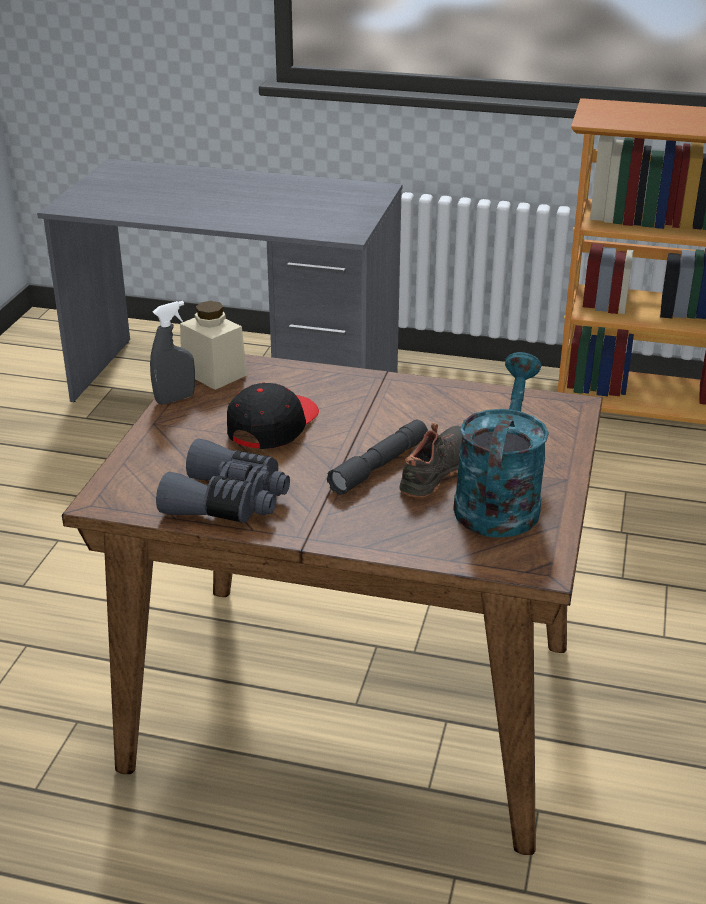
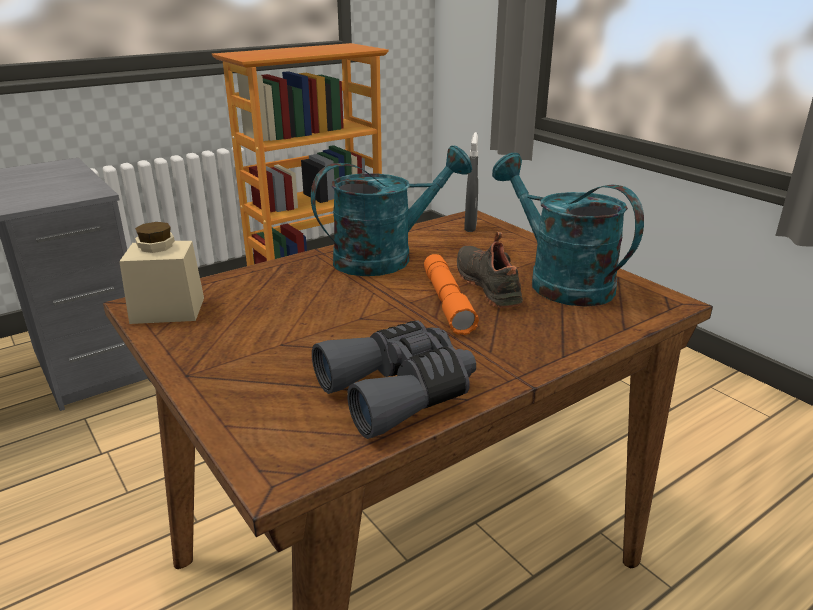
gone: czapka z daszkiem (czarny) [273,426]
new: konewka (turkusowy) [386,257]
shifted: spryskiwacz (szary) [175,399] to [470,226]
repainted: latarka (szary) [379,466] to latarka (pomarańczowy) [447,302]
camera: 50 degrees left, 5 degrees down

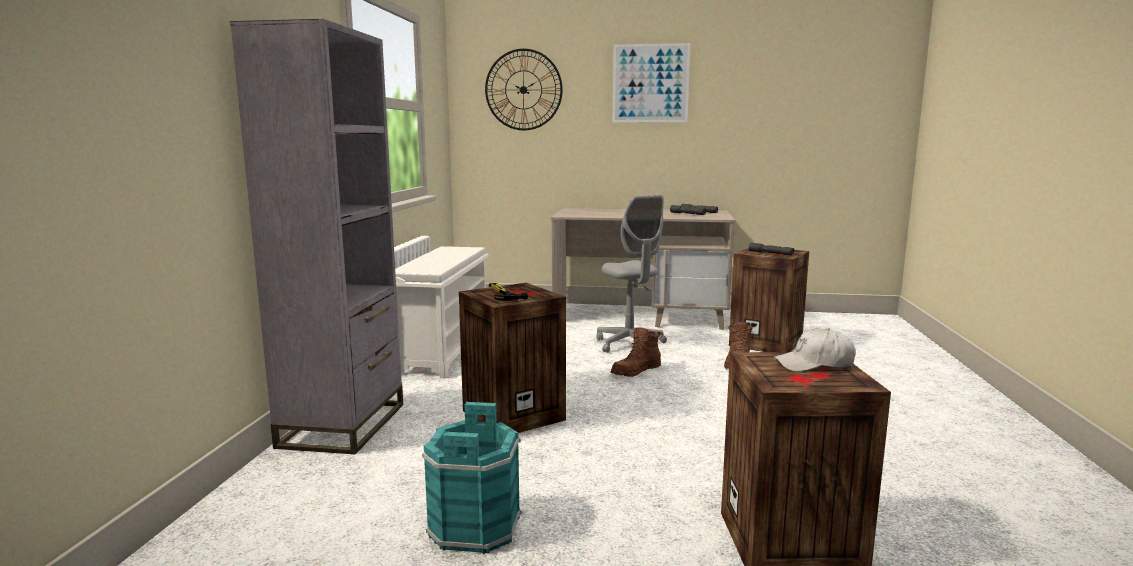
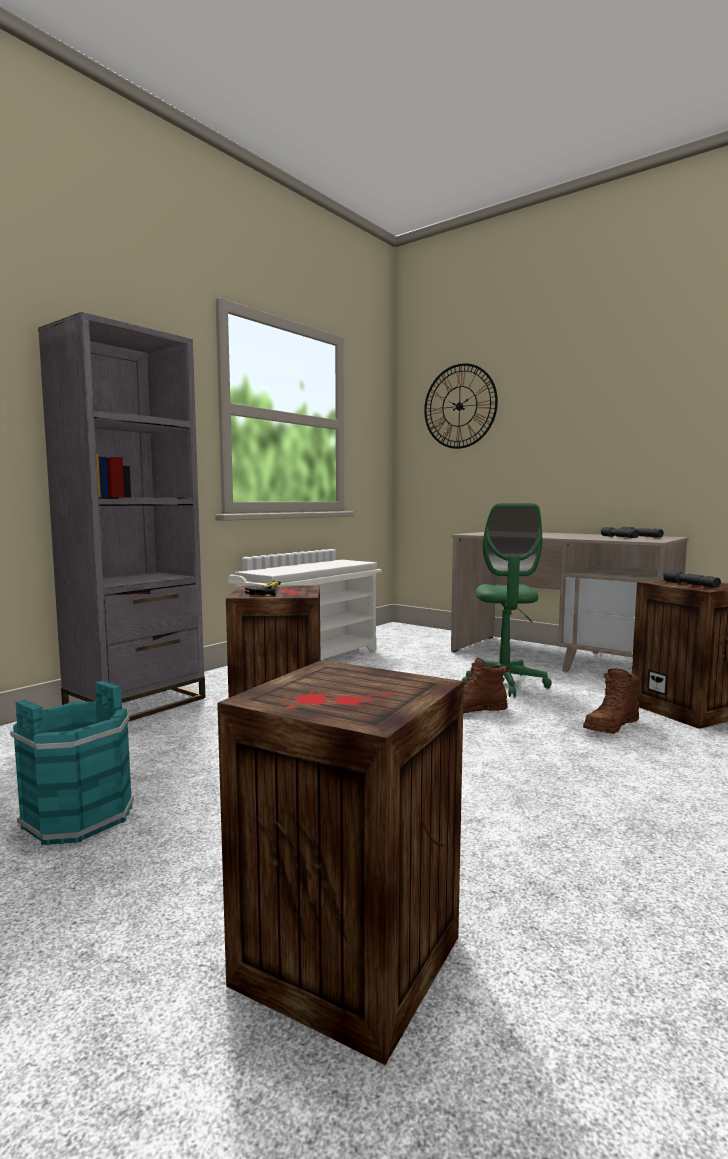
gone: obraz [650,83]; czapka z daszkiem (biały) [814,364]
repainted: krzesło biurowe (szary) [630,344] to krzesło biurowe (zielony) [504,683]
camera: 30 degrees right, 5 degrees down

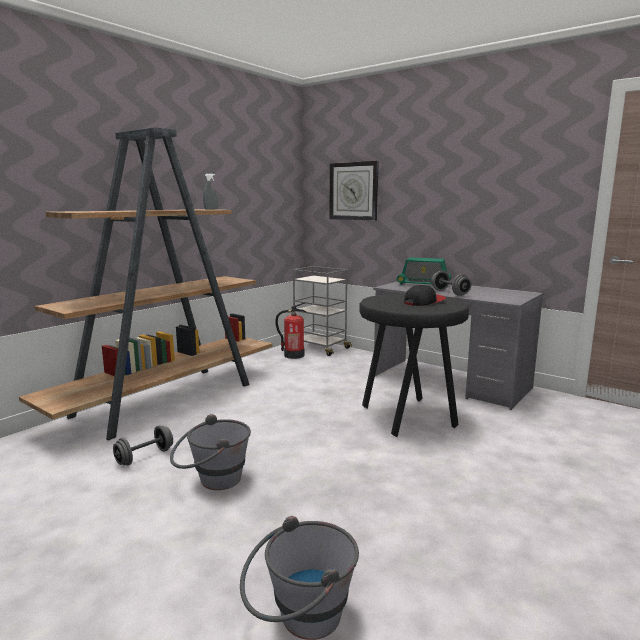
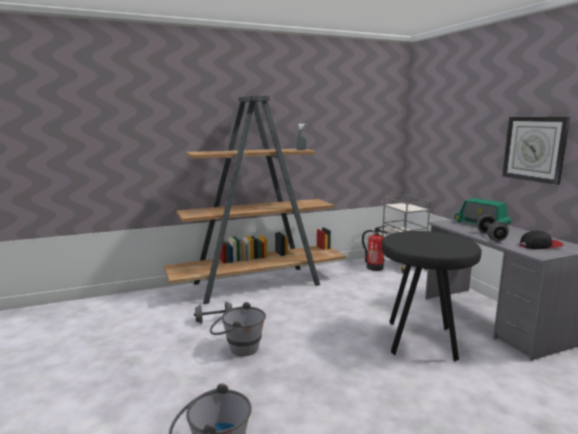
shifted: zegar ścienny [353,191] to [534,148]; czapka z daszkiem [424,302] to [540,246]
camera: 30 degrees right, 0 degrees up

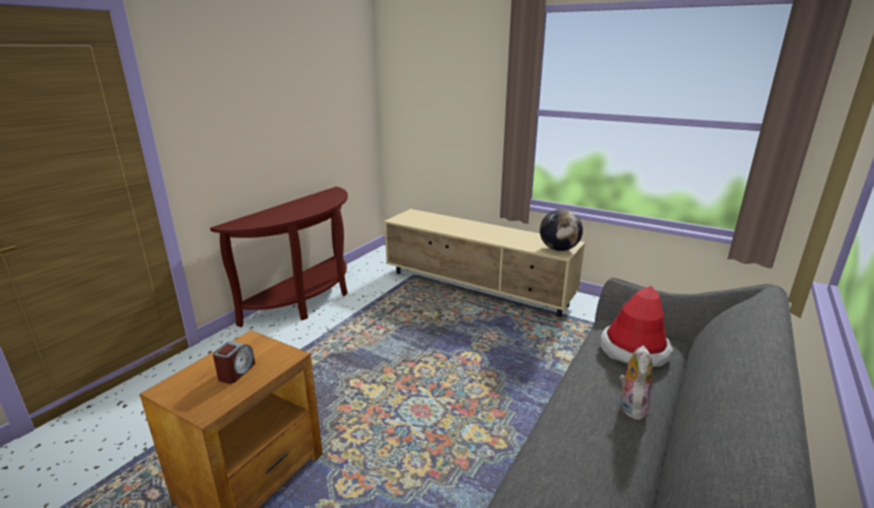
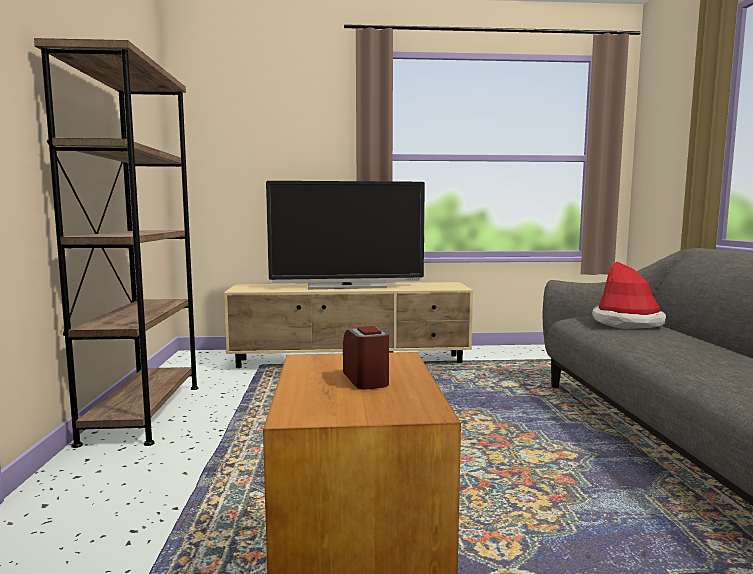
gone: globus [559,249]; pluszak [630,406]
new: telewizor [347,287]
swapped: stolik konsolowy (brązowy) [307,300] to regał (brązowy) [144,413]
camera: 35 degrees left, 15 degrees down

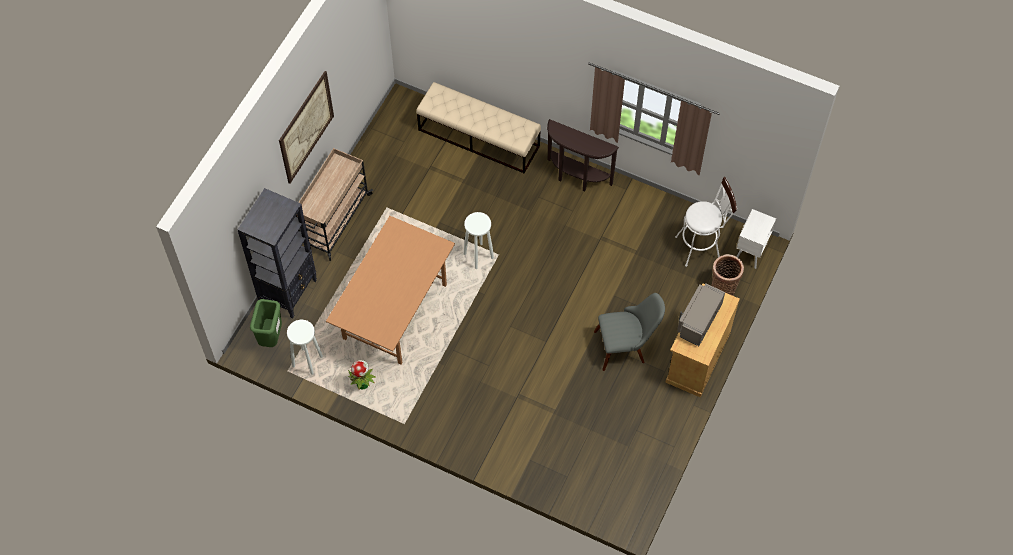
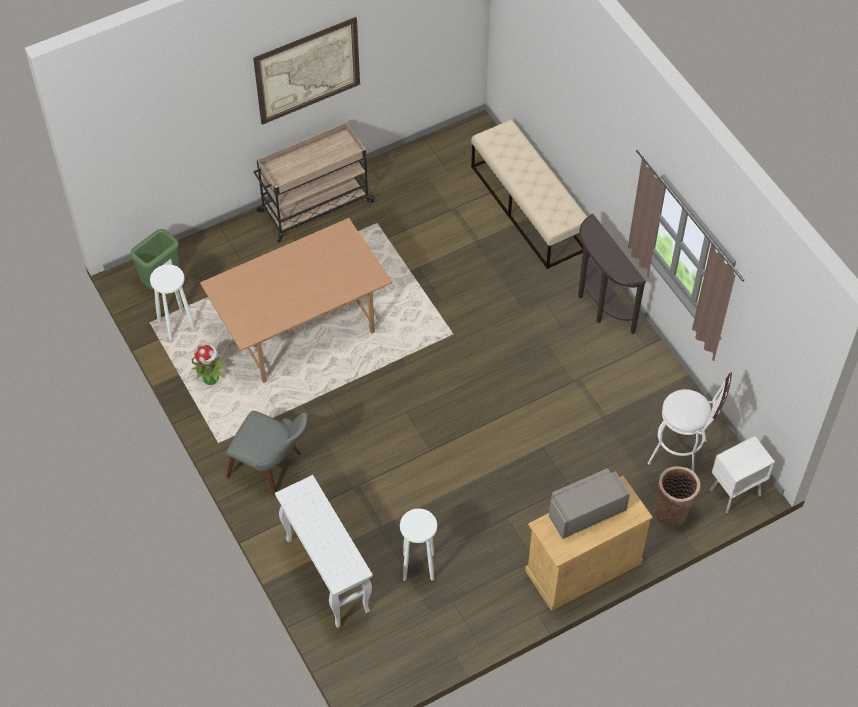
gone: regał (czarny) [289,291]
new: stolik konsolowy (biały) [326,574]
shifted: stołek (biały) [478,255] to [418,566]; krzesło (szary) [626,346] to [273,467]
camera: 35 degrees right, 5 degrees down

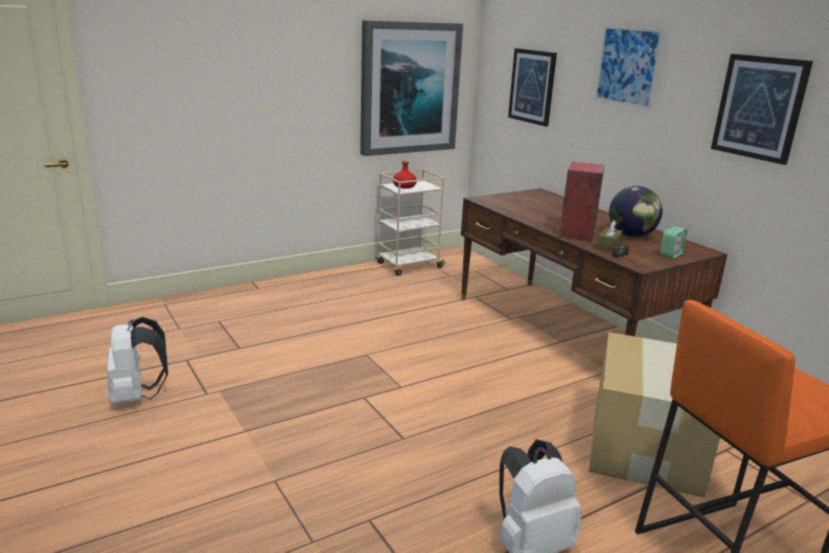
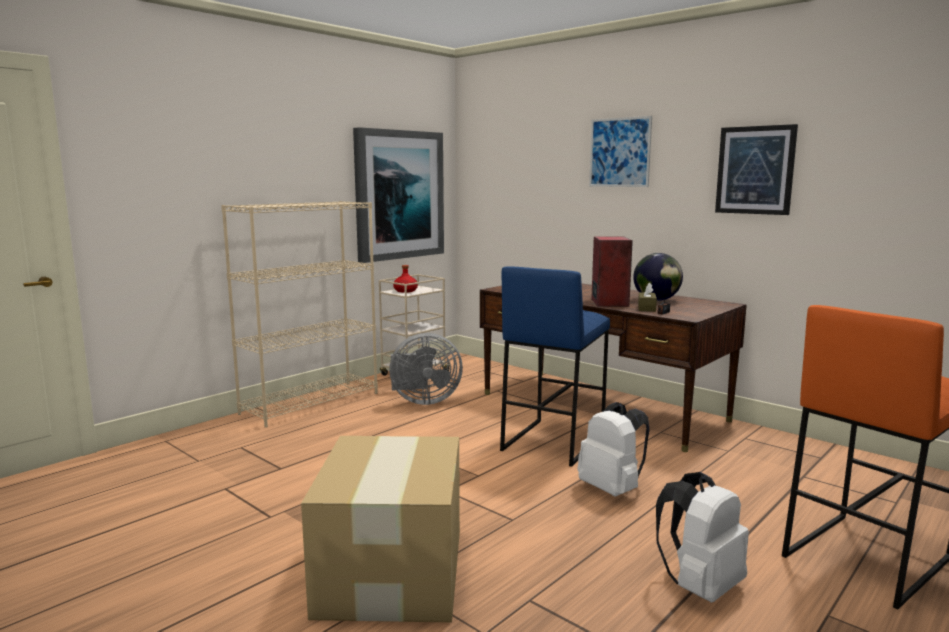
gone: obraz [532,86]; budzik [671,255]
new: regał (beżowy) [311,403]; wentylator (szary) [423,400]; stołek (niebieski) [552,441]
shifted: plecak (biały) [136,396] to [612,489]; karton [646,446] to [393,570]
camera: 15 degrees left, 10 degrees down

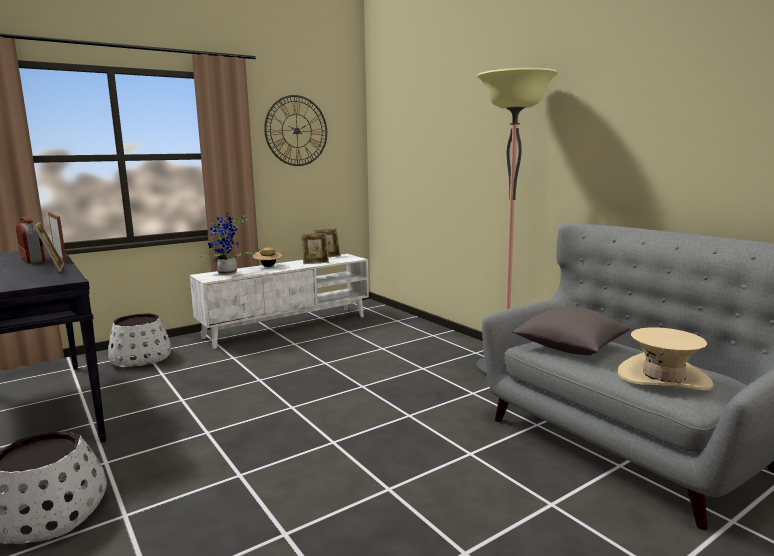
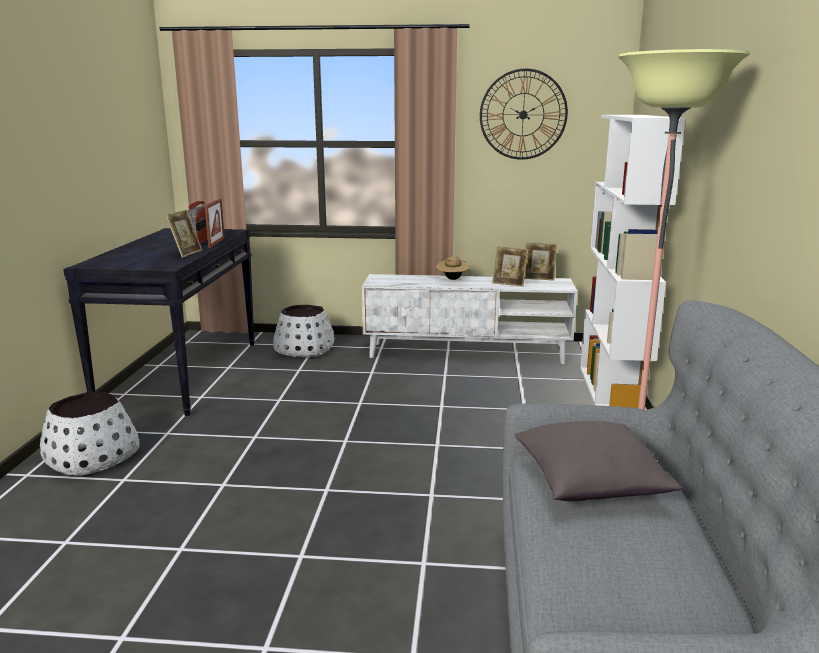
gone: roślina doniczkowa [227,274]; kapelusz (beżowy) [663,378]
new: regał (biały) [612,396]
camera: 40 degrees right, 5 degrees up

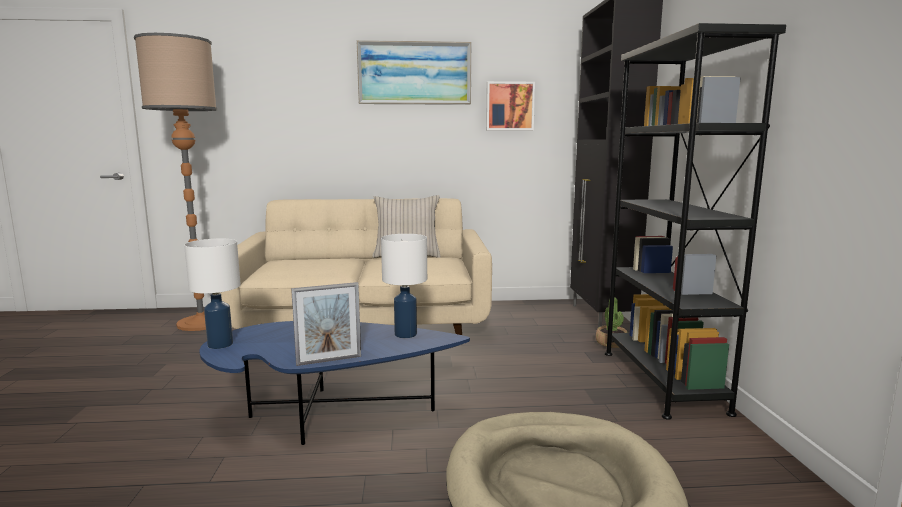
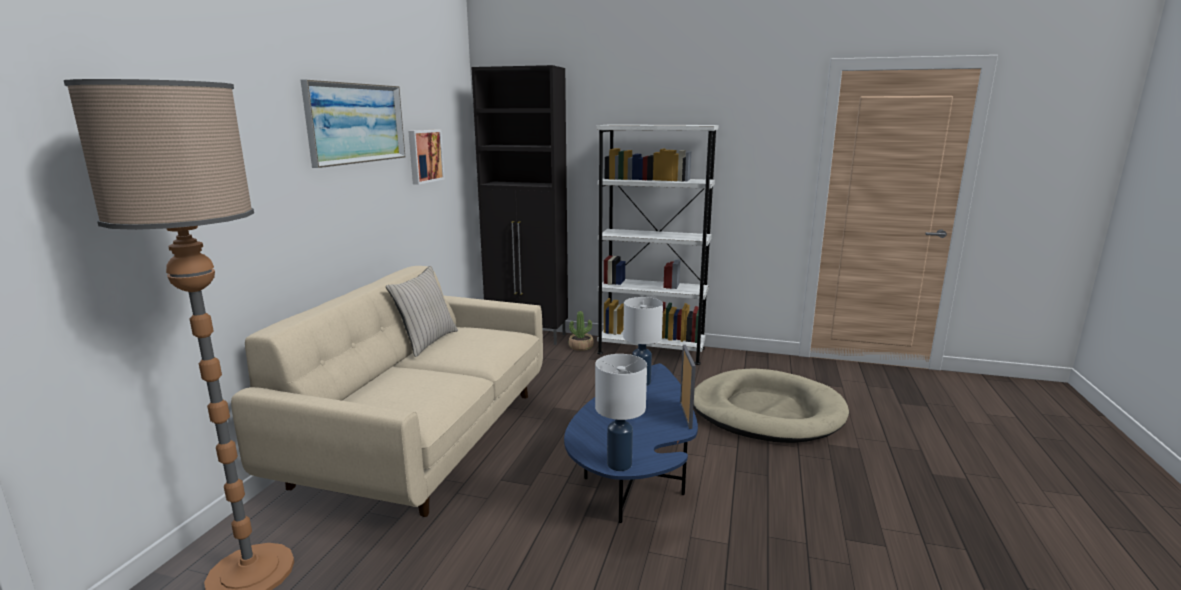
repainted: regał (czarny) [662,380] to regał (biały) [651,351]
camera: 70 degrees left, 5 degrees up

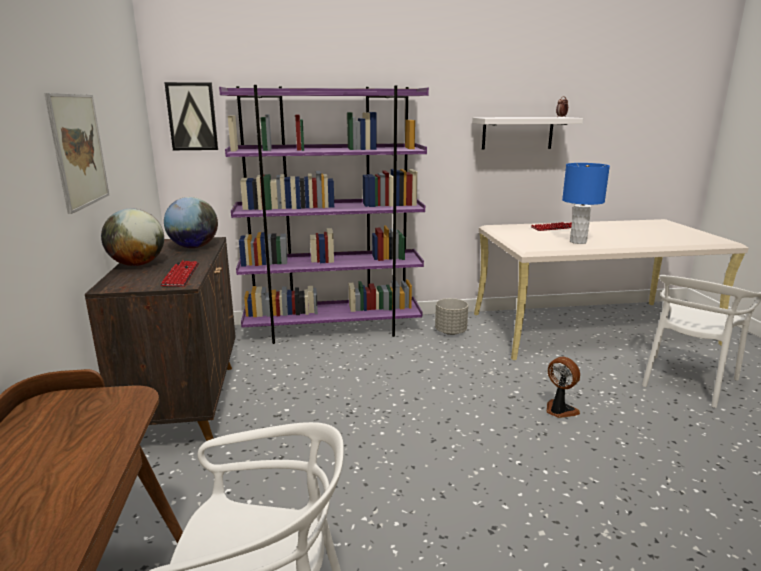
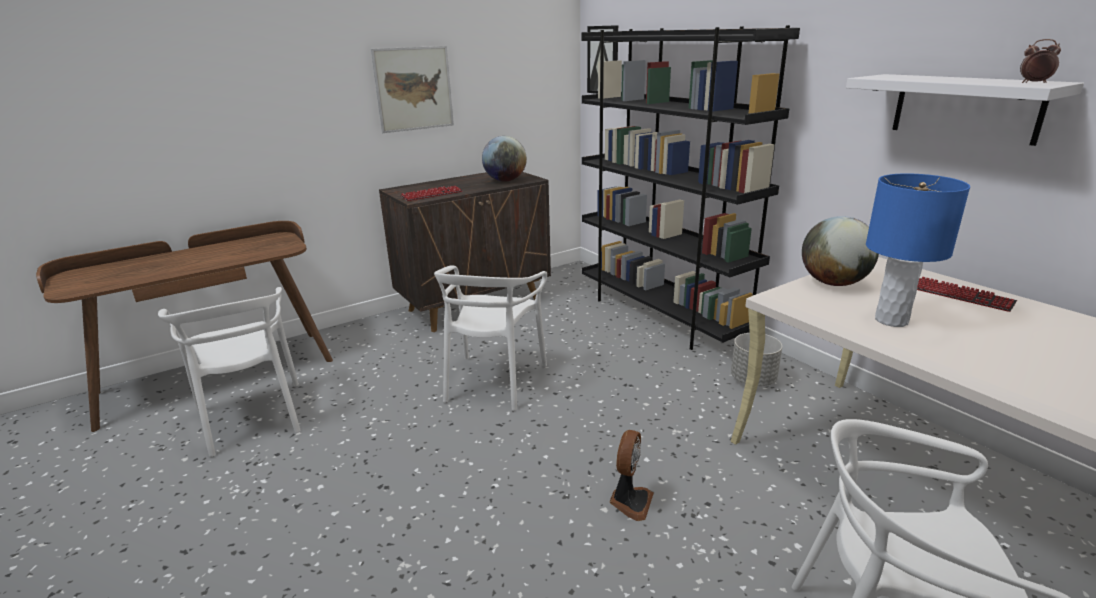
new: krzesło (biały) [493,381]
shifted: globus [137,264] to [833,283]
repainted: regał (fioletowy) [333,330] to regał (czarny) [661,316]
camera: 65 degrees right, 5 degrees up

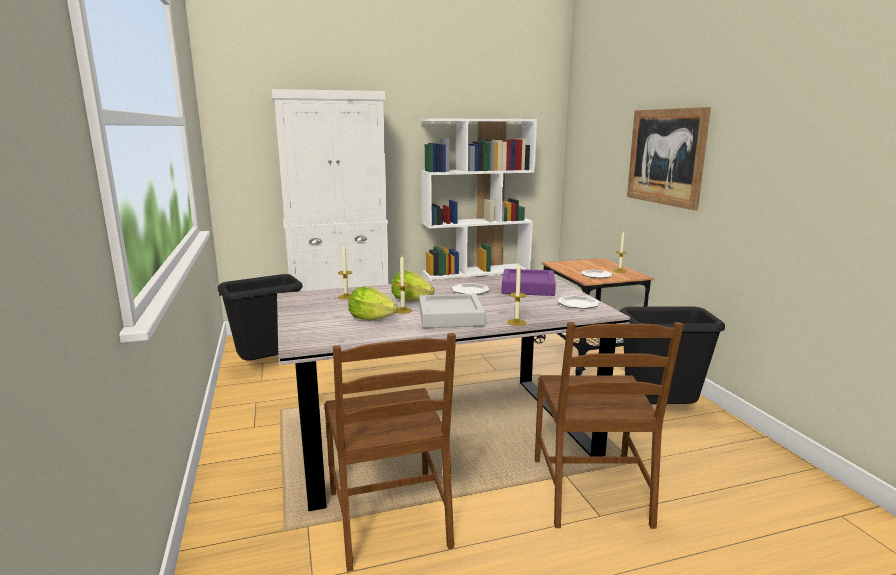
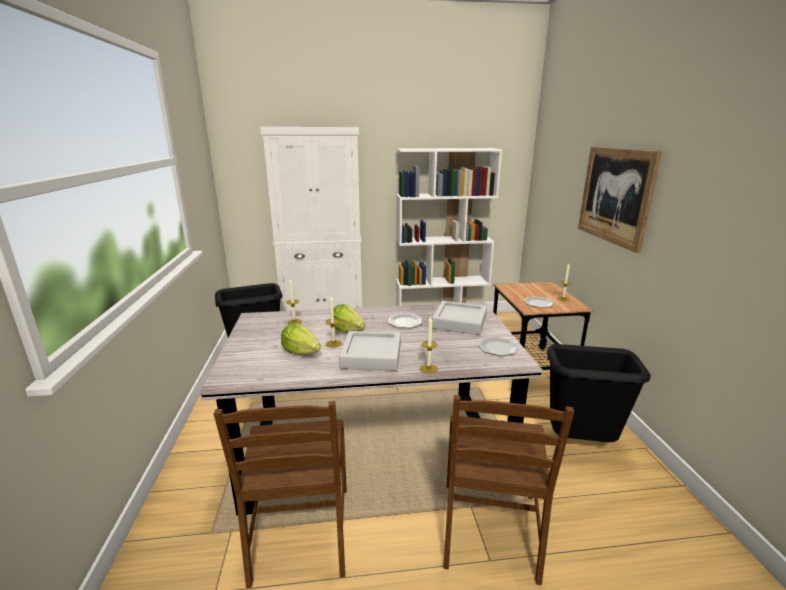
repainted: taca (fioletowy) [528,287] to taca (szary) [459,322]
camera: 10 degrees right, 5 degrees up

